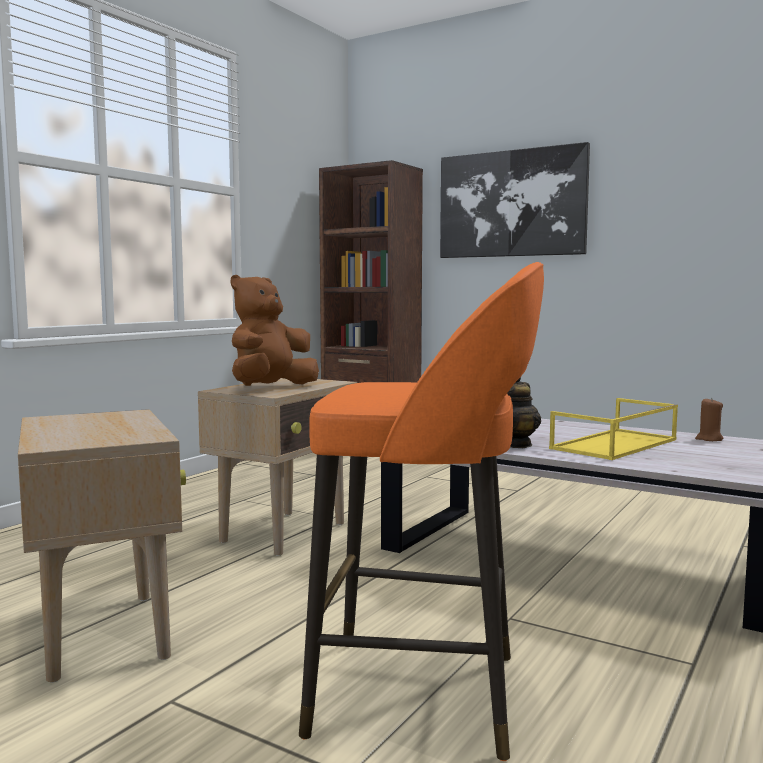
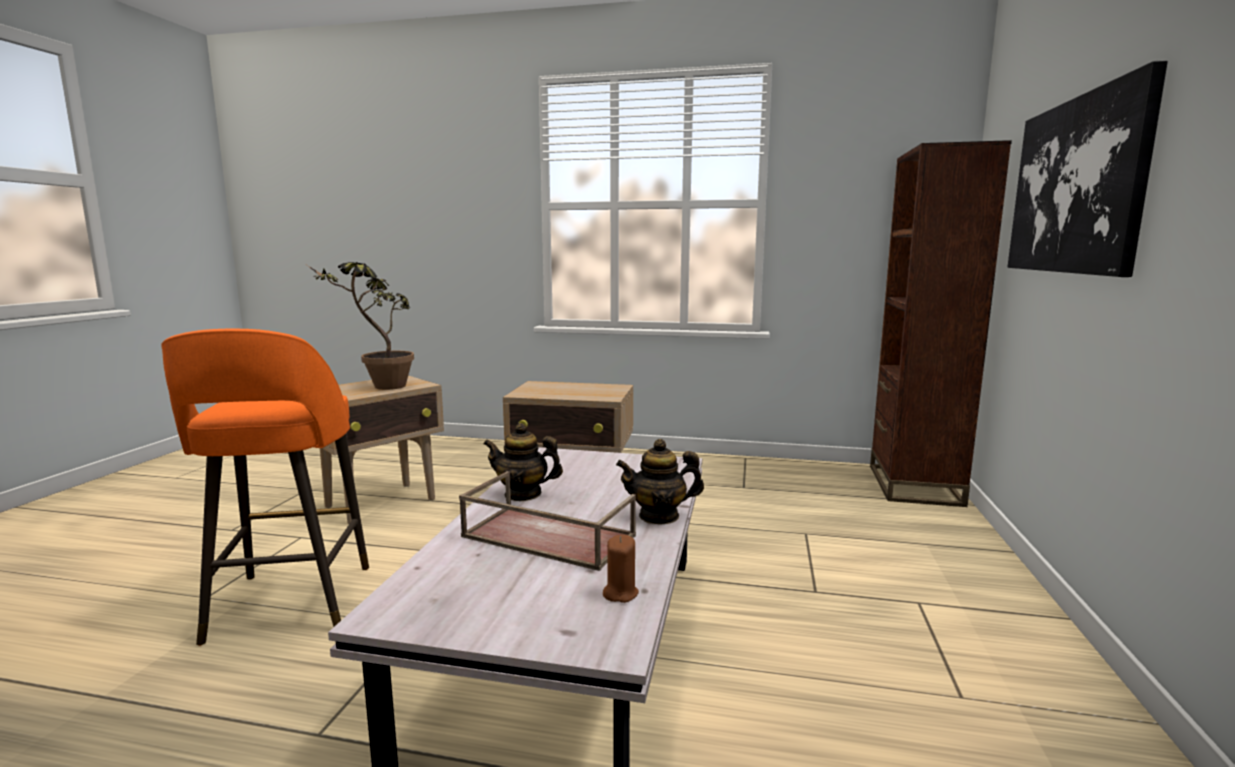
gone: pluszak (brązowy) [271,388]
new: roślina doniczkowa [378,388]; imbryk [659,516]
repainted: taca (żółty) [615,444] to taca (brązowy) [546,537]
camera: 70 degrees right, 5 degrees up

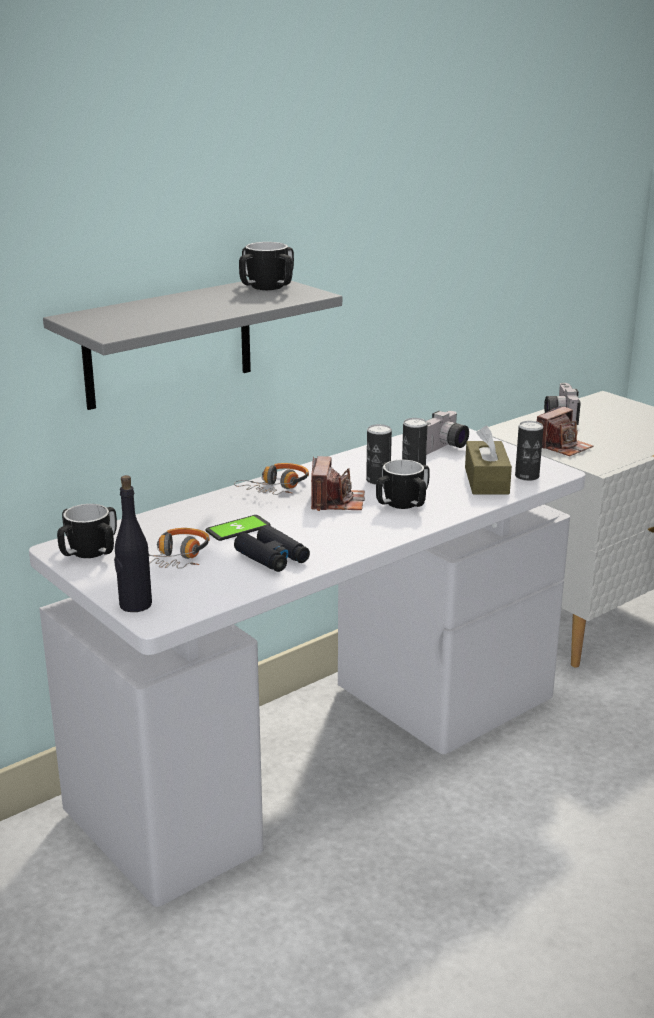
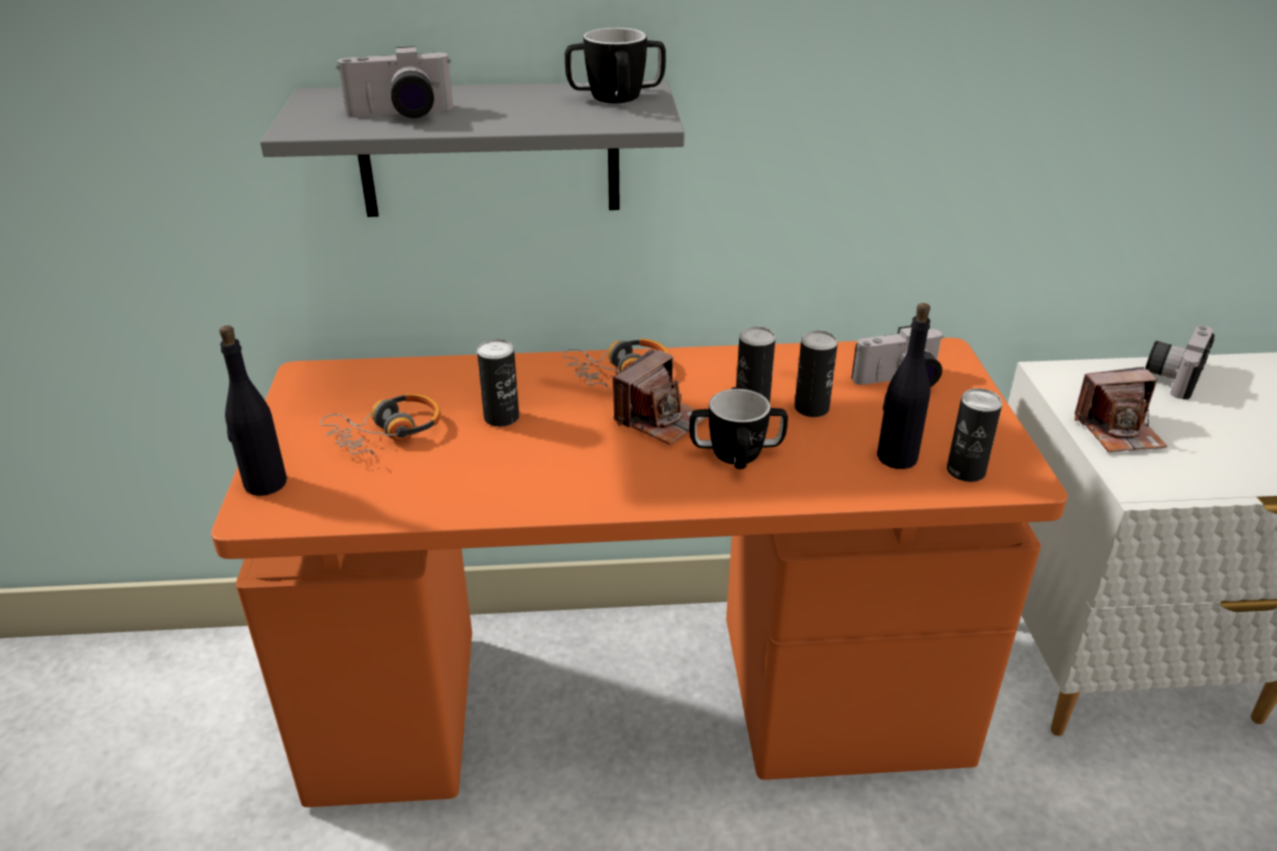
gone: kubek [89,552]; lornetka (czarny) [272,557]
new: aparat fotograficzny [400,115]
swapped: telefon [238,529] to puszka [501,417]; pudełko chusteczek (brązowy) [486,481] to butelka (czarny) [896,457]
repainted: biurko (biały) [325,753] to biurko (pomarańczowy) [638,702]
camera: 35 degrees right, 10 degrees up

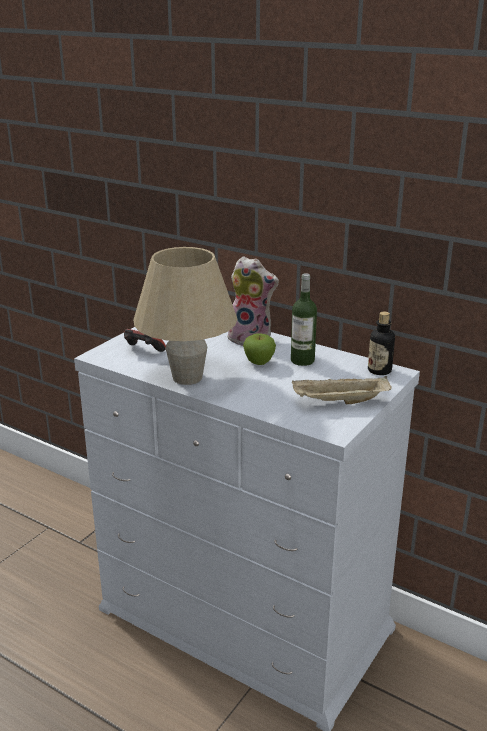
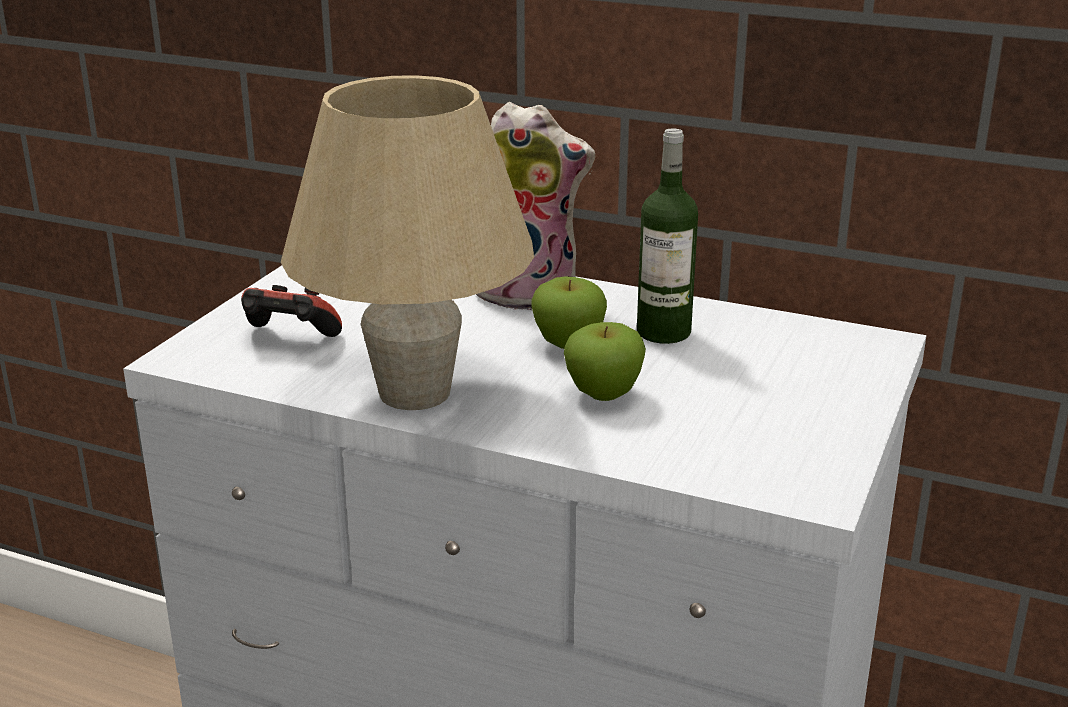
gone: taca (beżowy) [339,402]; butelka [379,370]
new: jabłko [603,394]
camera: 10 degrees left, 0 degrees up

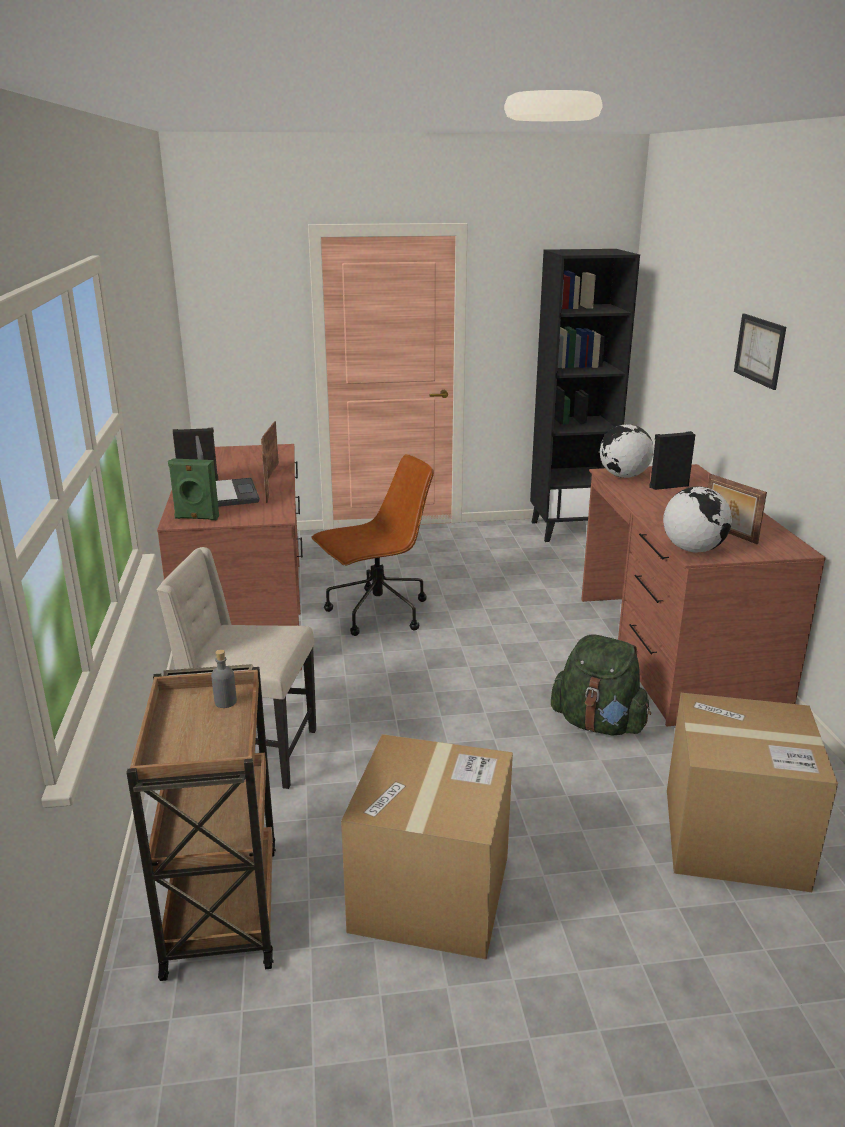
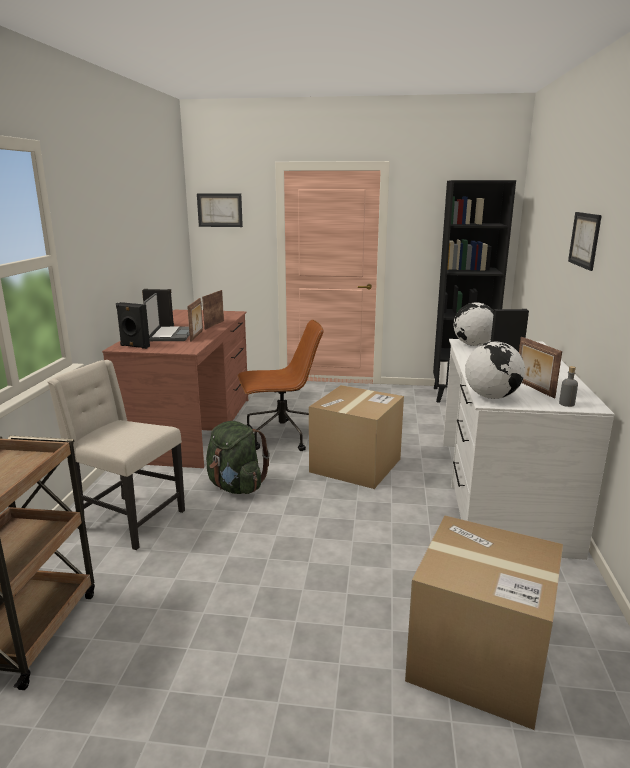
new: obraz [220,210]
shifted: butelka (szary) [225,702] to [566,404]; karton [431,893] to [355,465]; plecak (zielony) [598,724] to [236,487]
repainted: głośnik (zielony) [196,518] to głośnik (czarny) [134,346]; biurko (brązowy) [673,651] to biurko (biały) [500,492]
camera: 15 degrees right, 5 degrees down

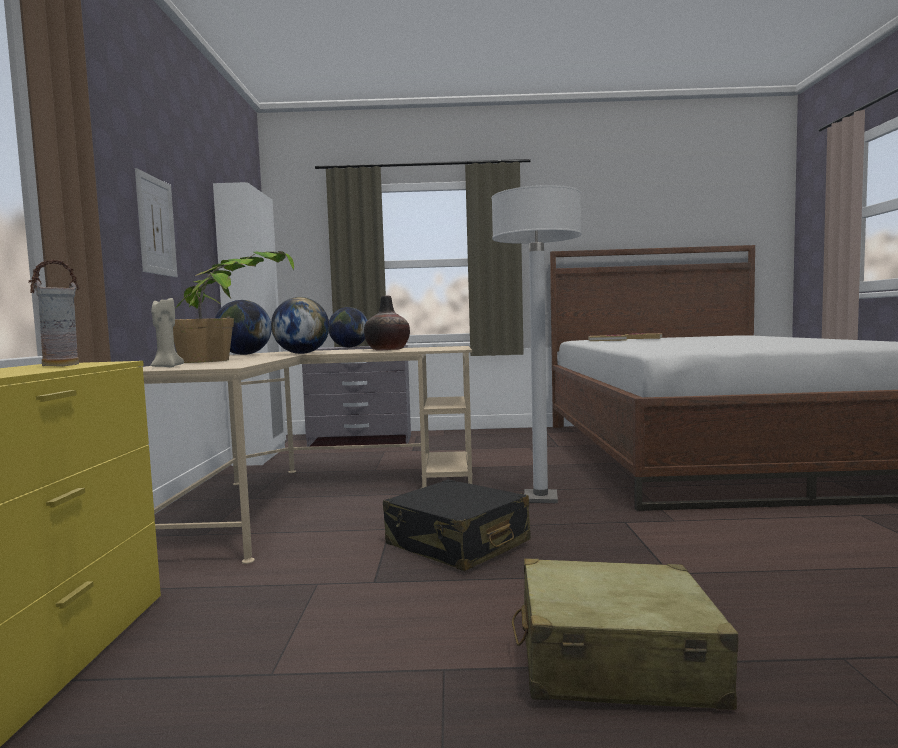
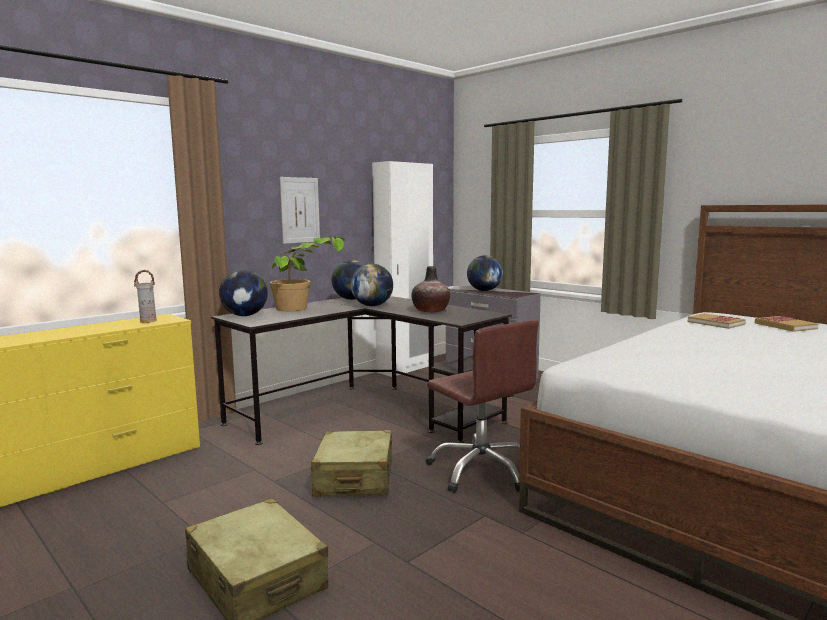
swapped: świeca (beżowy) [166,367] to globus [245,315]; lampa stojąca (biały) [540,498] to krzesło biurowe (brązowy) [481,470]
repainted: biurko (beżowy) [314,496] to biurko (czarny) [366,412]; walizka (czarny) [457,544] to walizka (beżowy) [354,479]
camera: 45 degrees right, 5 degrees up

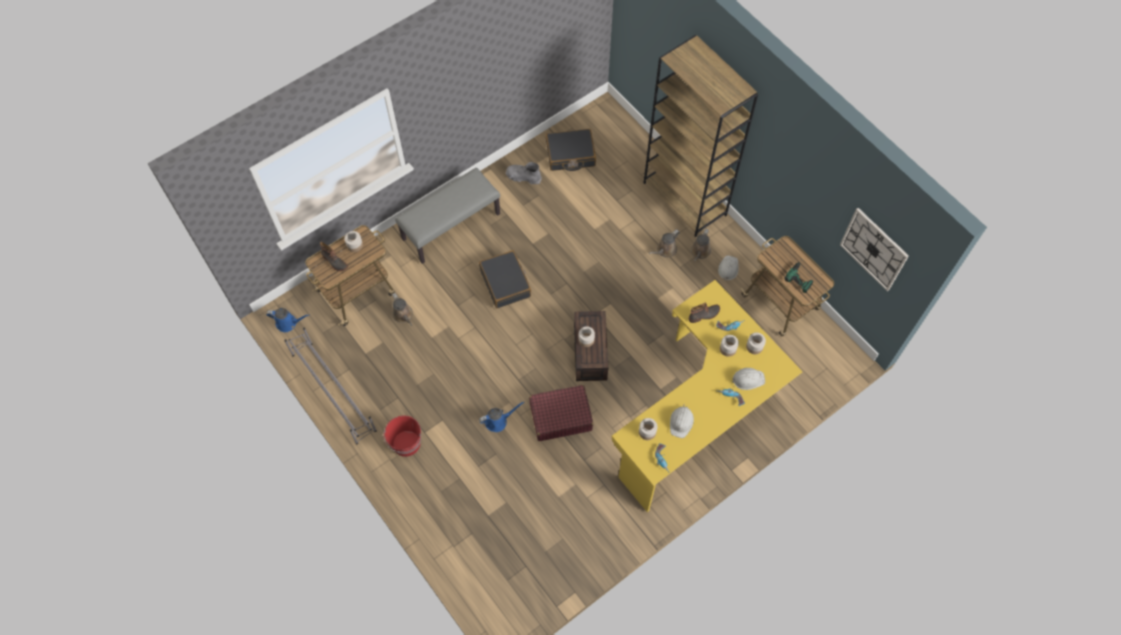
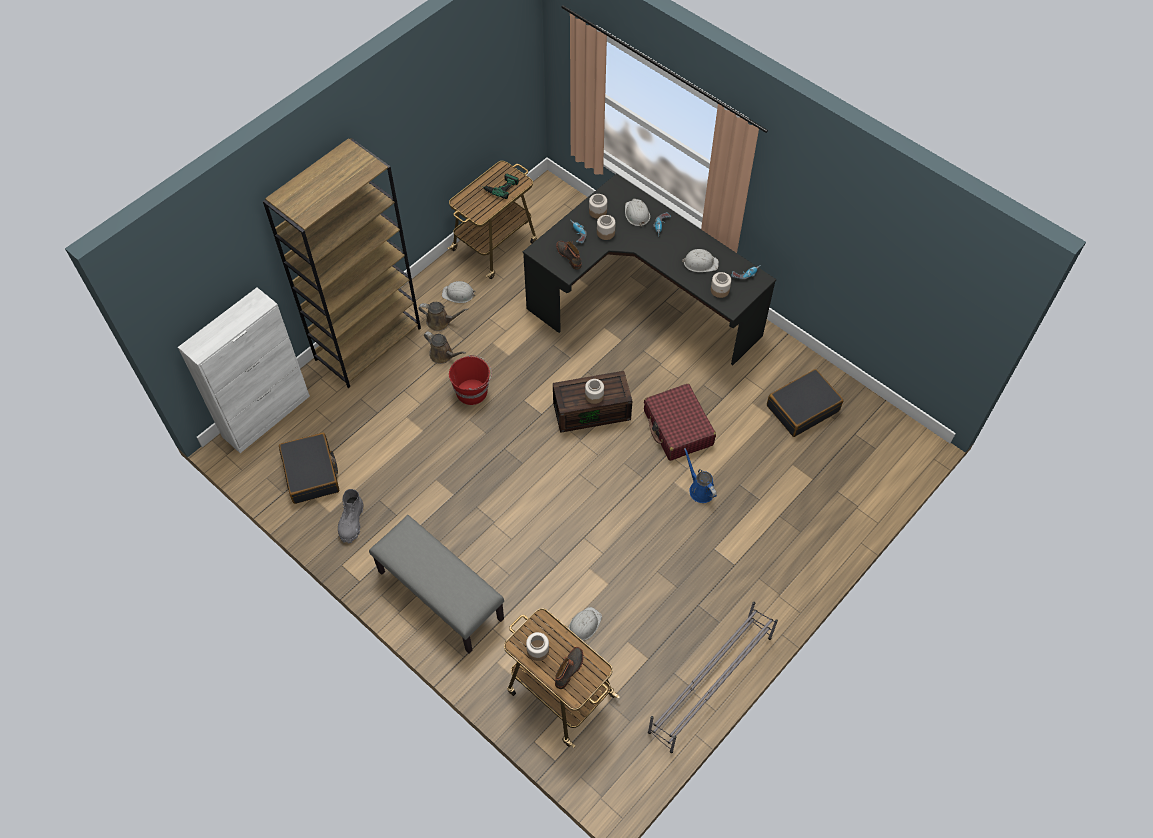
gone: konewka (niebieski) [288,323]; zegar ścienny [874,249]
new: szafka (biały) [266,416]
shifted: wiadro (czerwony) [406,444] to [472,391]; walizka (czarny) [505,283] to [802,408]
swapped: konewka (brązowy) [403,315] to kask (biały) [584,624]
repainted: biurko (żółty) [698,414] to biurko (czarny) [643,303]
camera: 100 degrees left, 5 degrees down

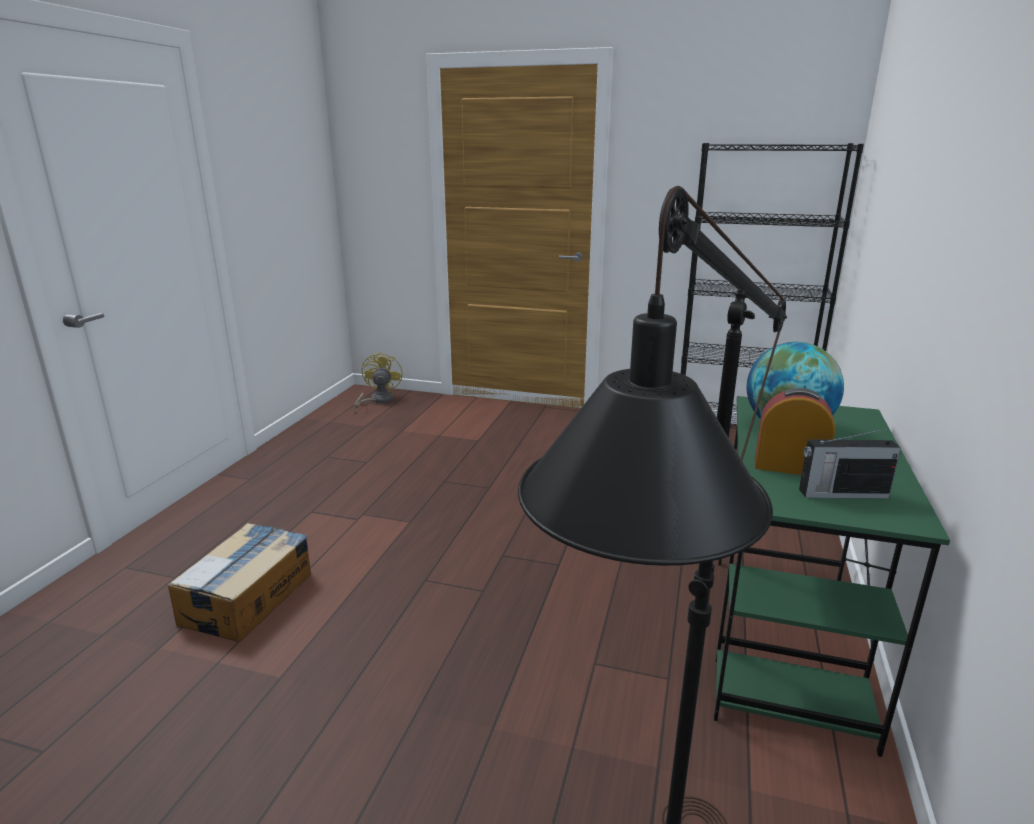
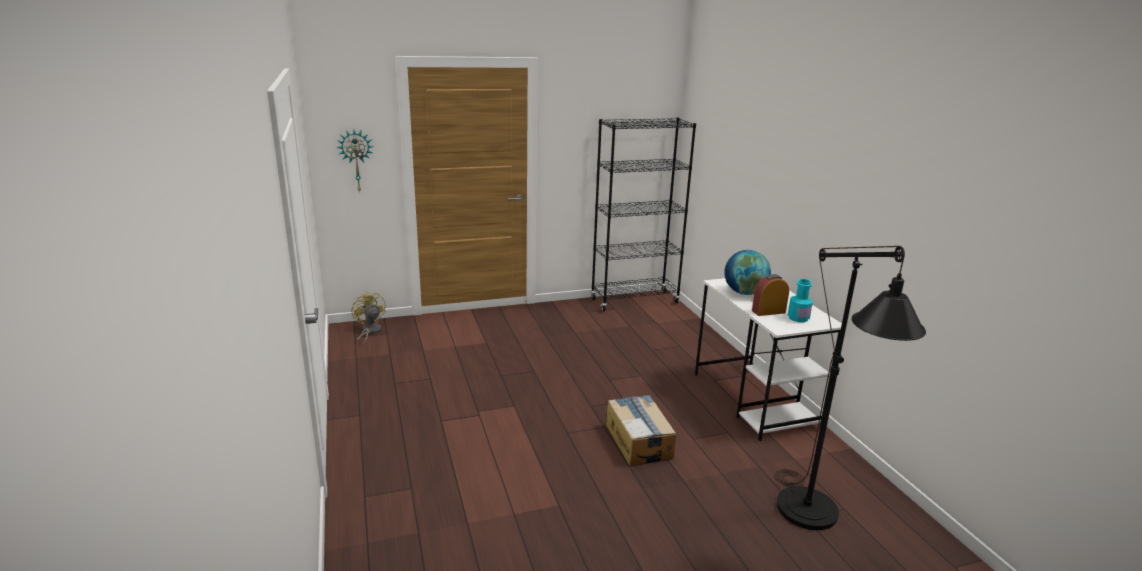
new: zegar ścienny [356,160]
shifted: karton [248,597] to [639,441]
swapped: radio [841,493] to butelka (turkusowy) [798,318]
repainted: biurko (zielony) [785,643] to biurko (biały) [755,400]
camera: 35 degrees left, 0 degrees up

